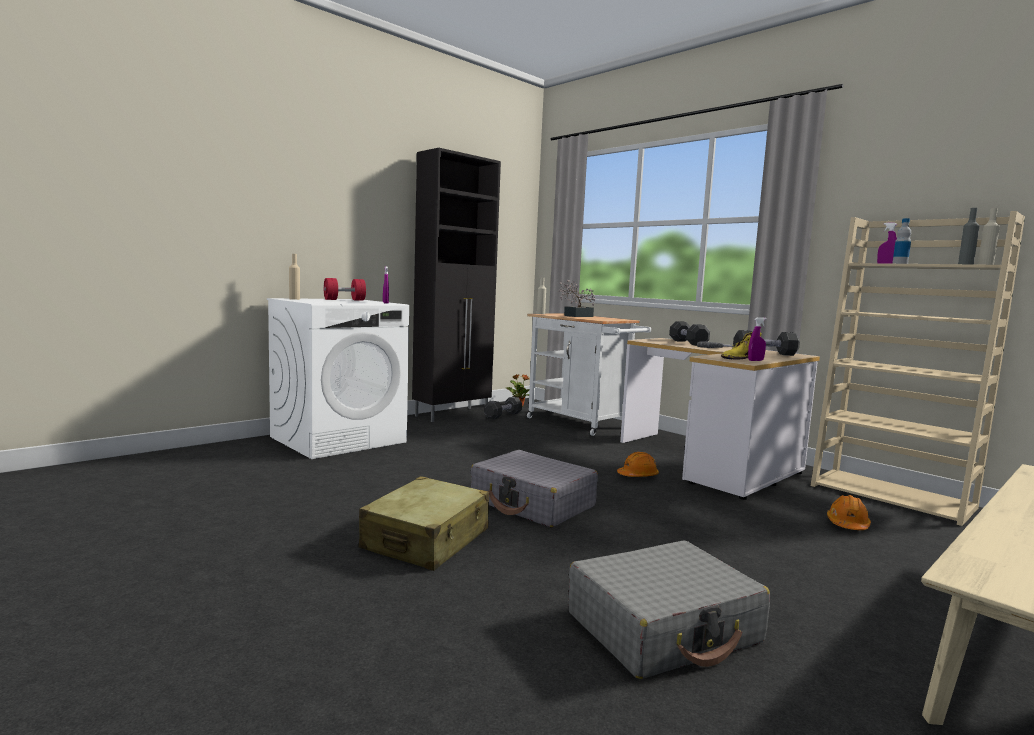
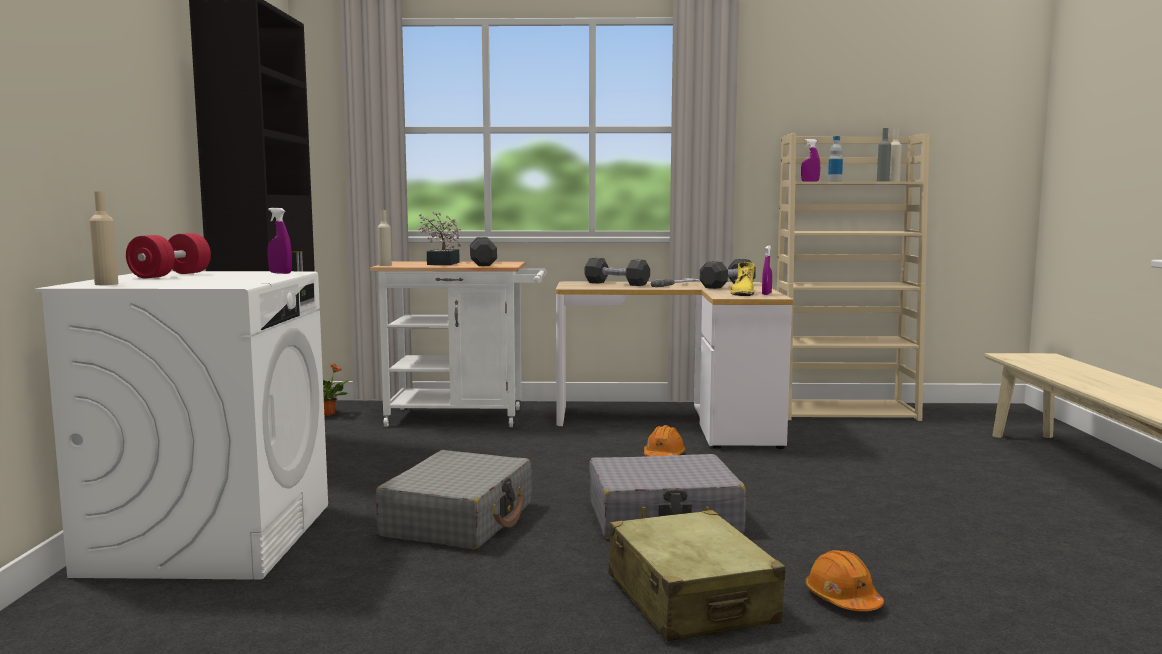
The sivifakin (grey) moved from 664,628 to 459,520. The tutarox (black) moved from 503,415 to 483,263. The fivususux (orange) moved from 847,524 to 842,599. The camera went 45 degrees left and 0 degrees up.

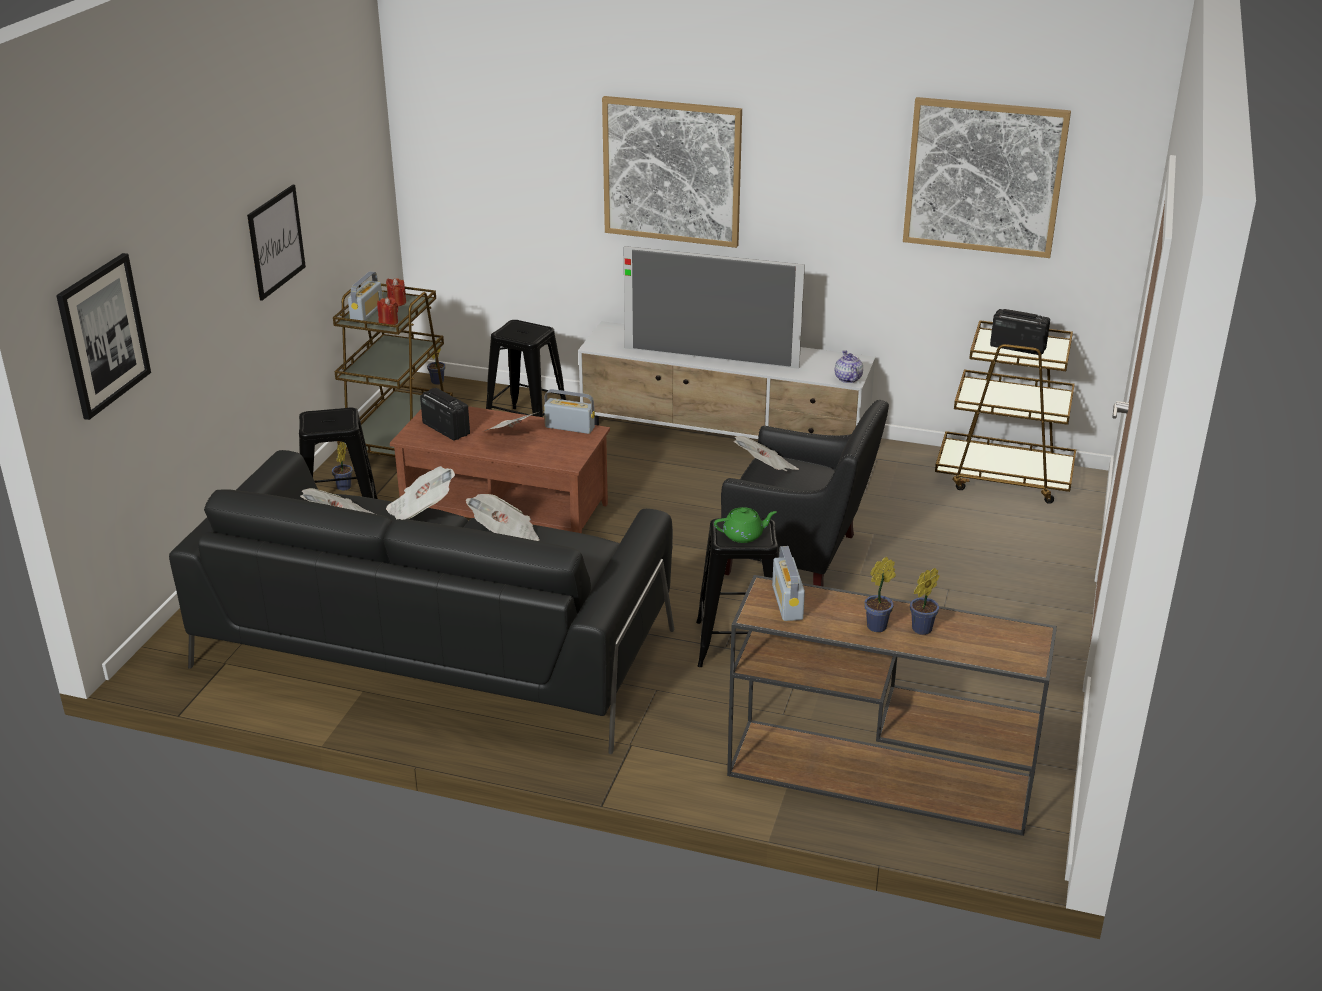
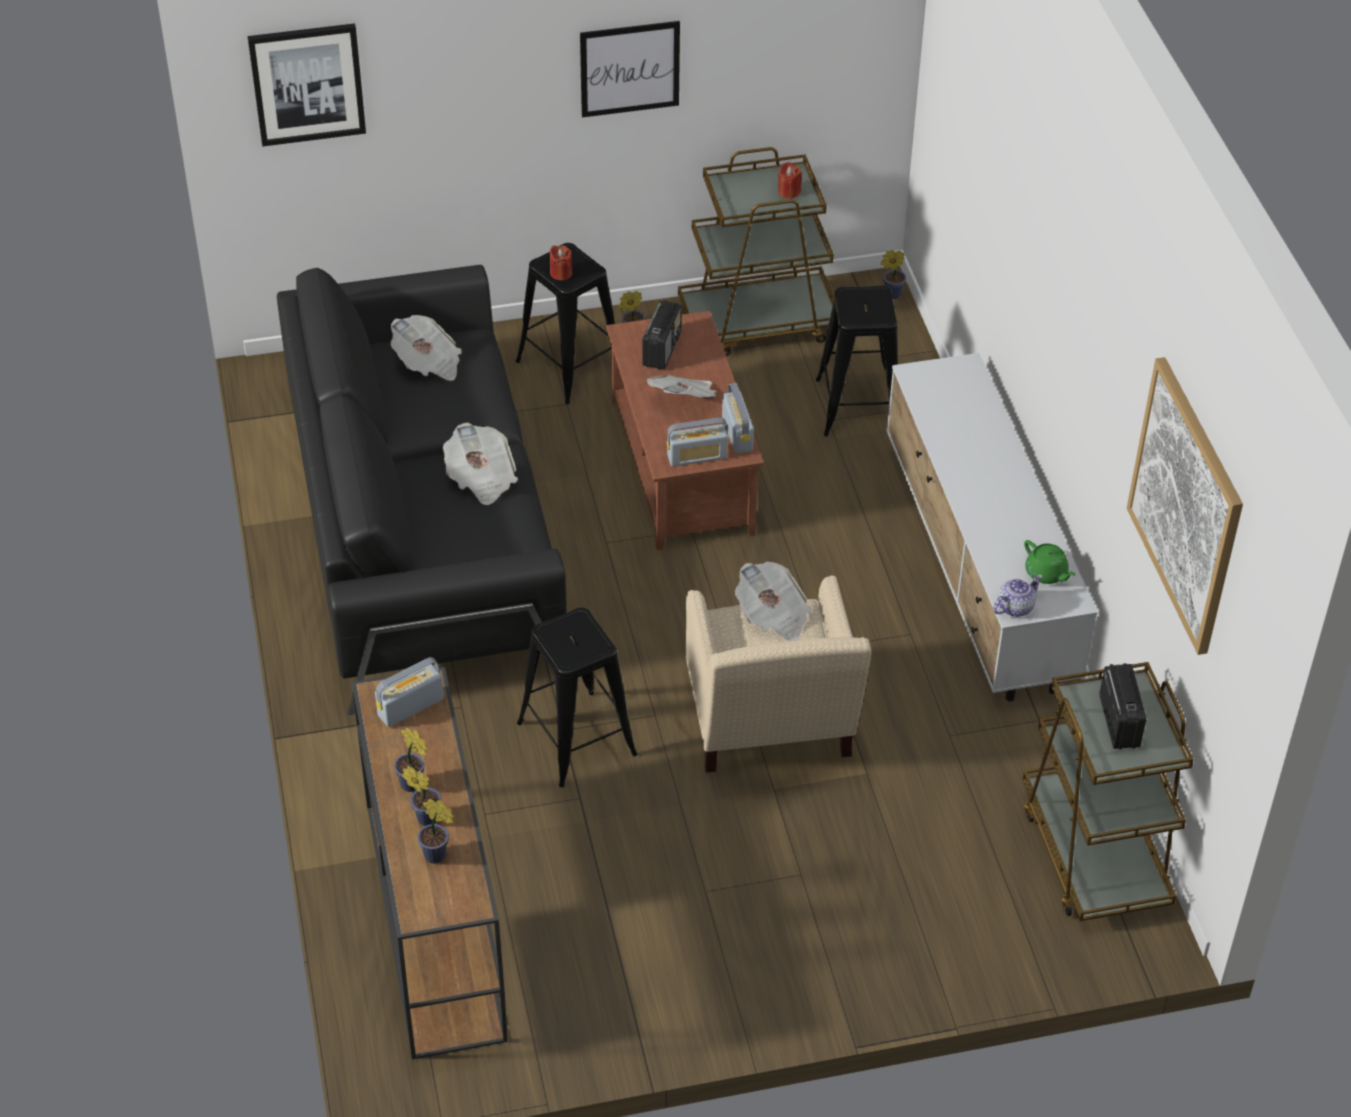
The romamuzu at 437,856 appeared. The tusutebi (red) moved from 388,322 to 561,273. The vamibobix moved from 367,312 to 697,457. The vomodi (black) at 799,558 became the vomodi (beige) at 768,727. The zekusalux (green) moved from 744,535 to 1046,573. The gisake at 421,510 disappeared. The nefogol at 672,171 disappeared. The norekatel at 710,358 disappeared. The camera went 60 degrees right and 15 degrees up.

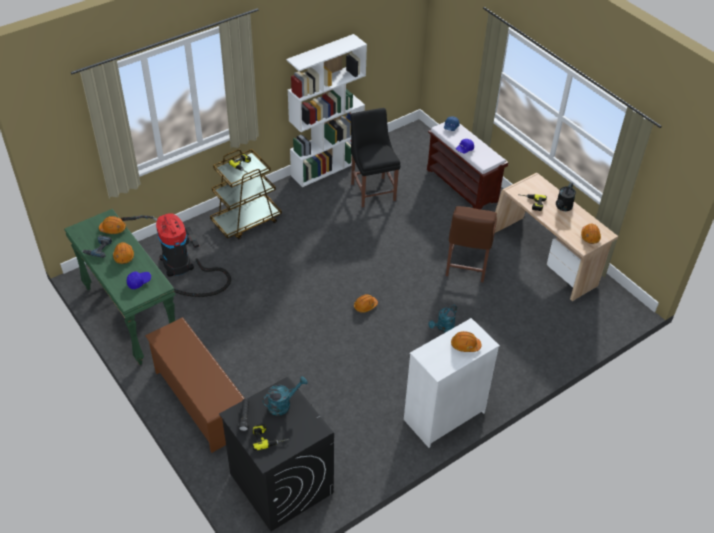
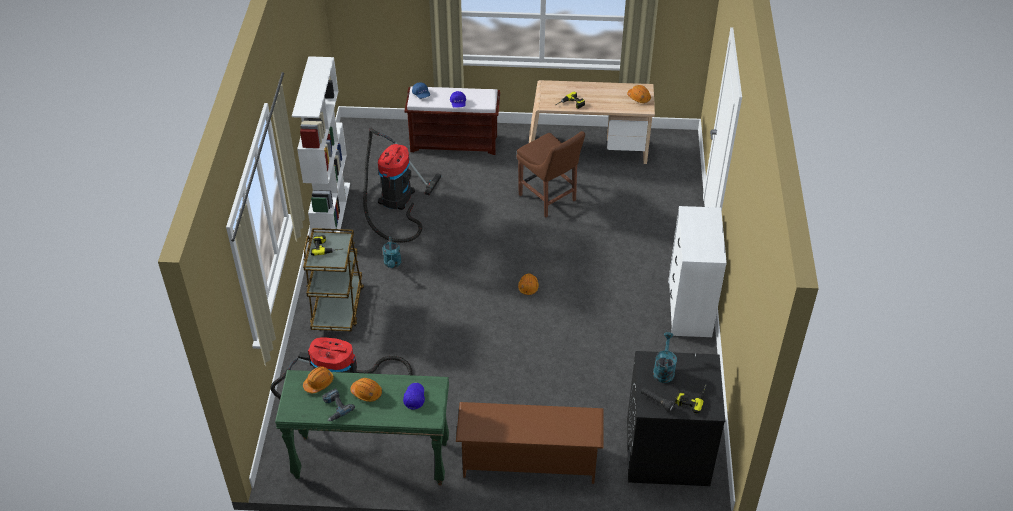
The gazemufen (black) at 372,190 was replaced by the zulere at 396,200. The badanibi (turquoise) moved from 443,328 to 392,264. The fivususux (orange) at 465,345 disappeared. The badanibi (black) at 563,207 disappeared. The camera went 50 degrees left and 0 degrees up.

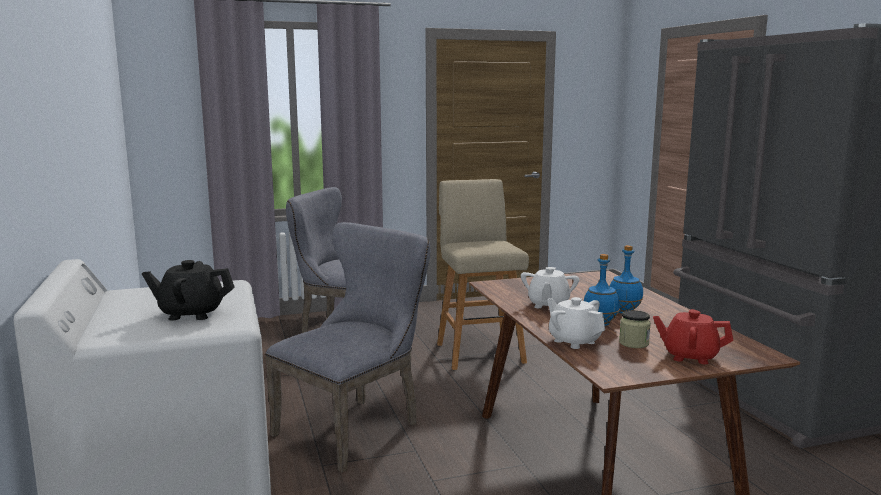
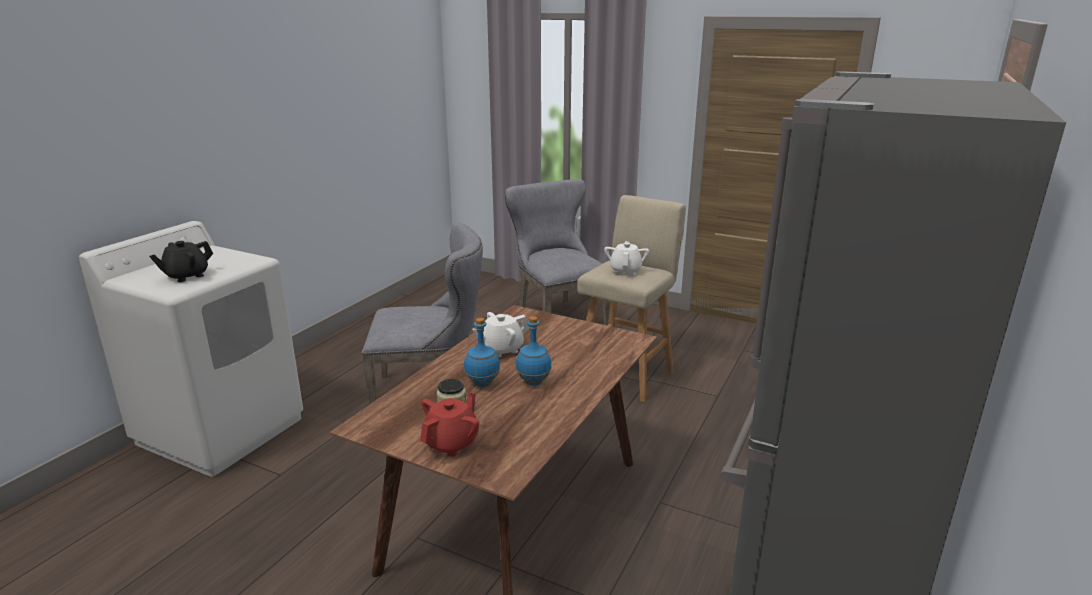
The zekusalux (black) at 191,314 turned 90 degrees counterclockwise. The zekusalux (red) at 690,356 turned 60 degrees clockwise. The zekusalux (white) moved from 574,341 to 625,271. The camera went 45 degrees right and 10 degrees up.

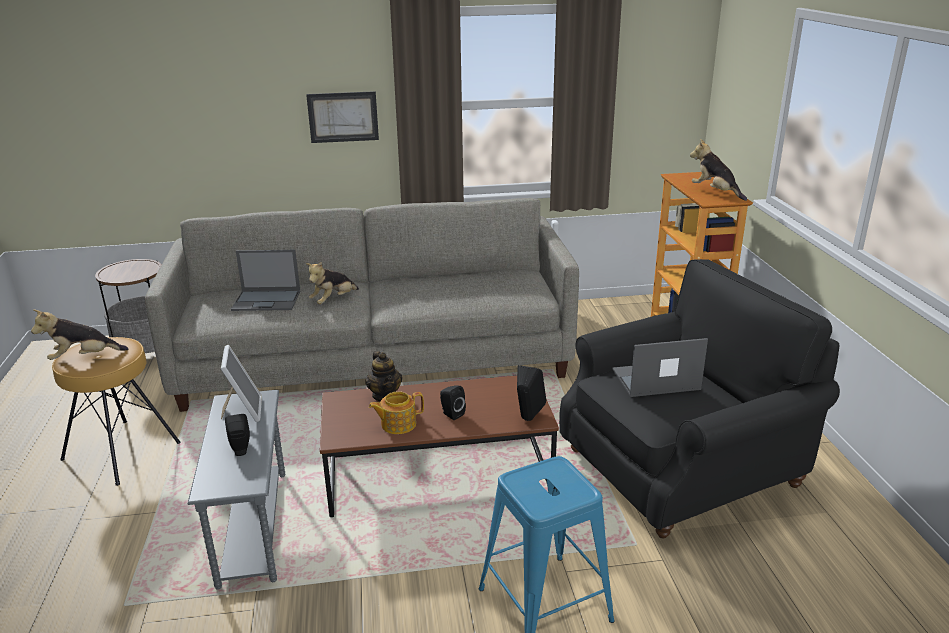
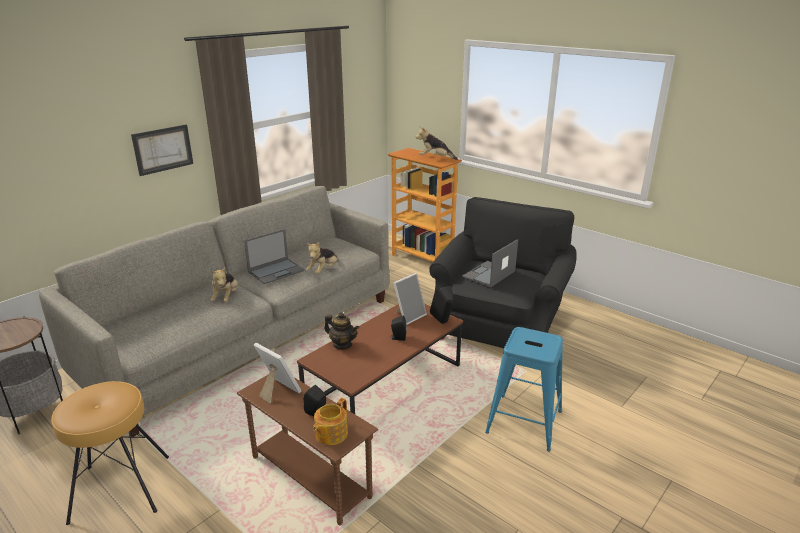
The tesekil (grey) at 252,528 became the tesekil (brown) at 309,478. The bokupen moved from 267,300 to 276,271. The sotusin moved from 83,358 to 323,270. The zekusalux moved from 397,424 to 330,434. The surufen at 408,316 appeared. The camera went 40 degrees left and 0 degrees up.

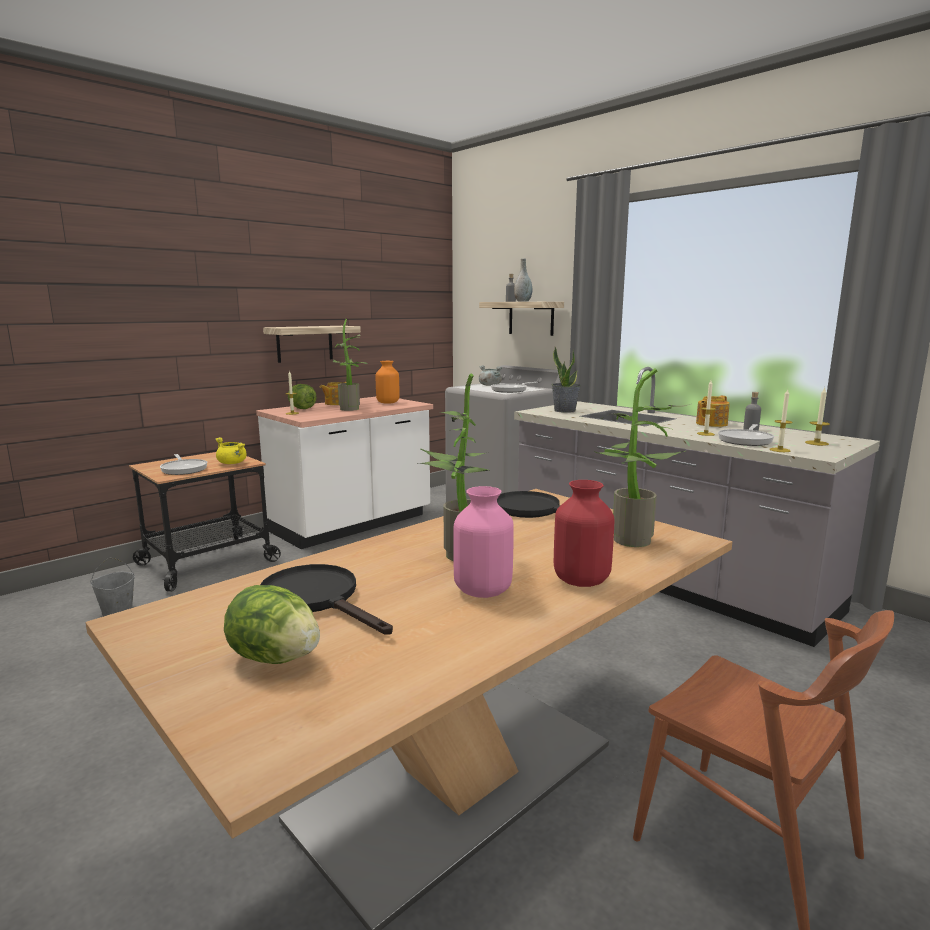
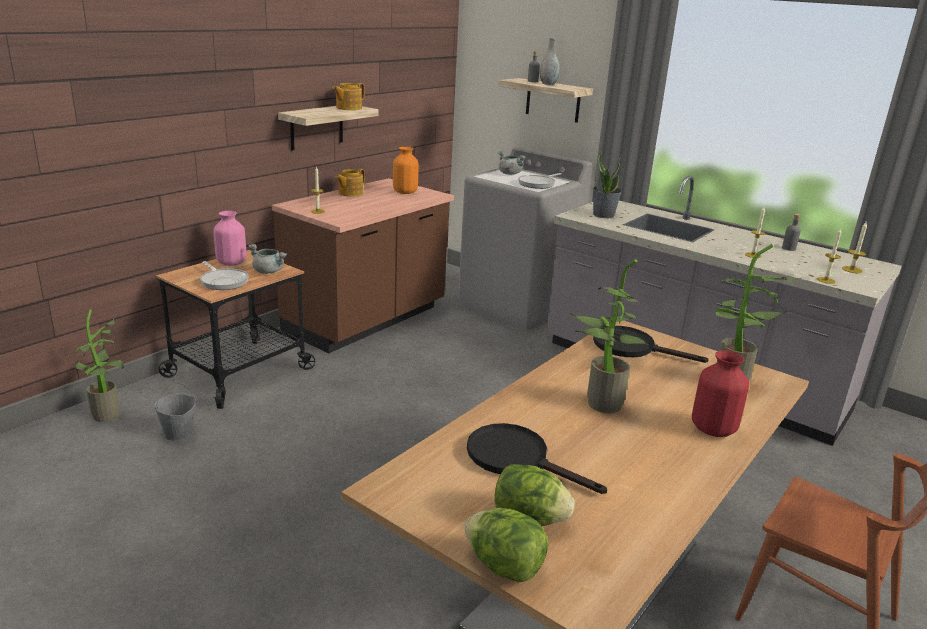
The romamuzu moved from 352,409 to 109,416. The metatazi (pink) moved from 483,591 to 231,263. The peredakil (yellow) at 233,463 became the peredakil (grey) at 269,272. The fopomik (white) at 352,524 became the fopomik (brown) at 367,320. The zekusalux moved from 710,424 to 348,108. The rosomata moved from 301,408 to 504,566. The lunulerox at 746,440 disappeared. The camera went 10 degrees left and 10 degrees up.

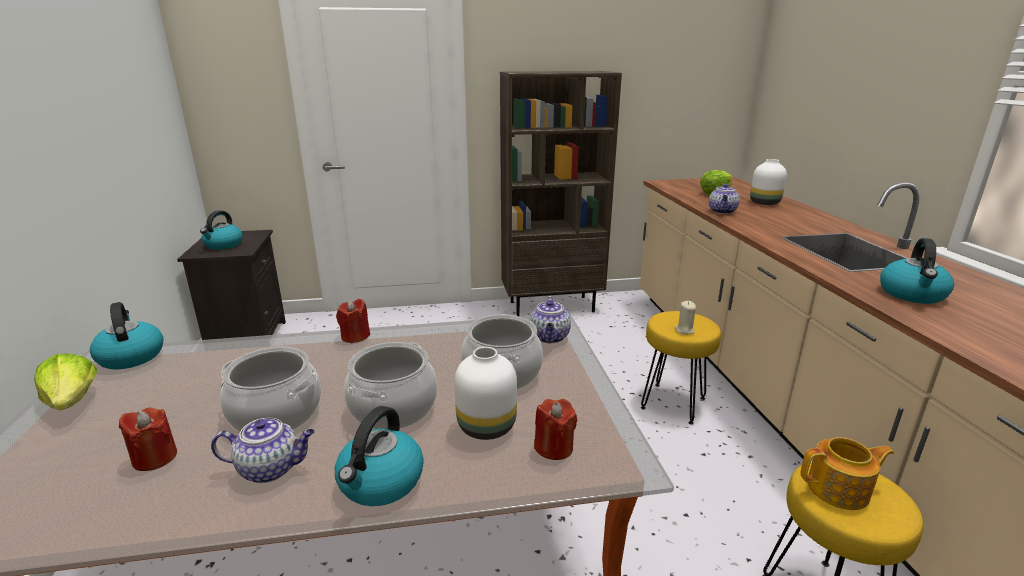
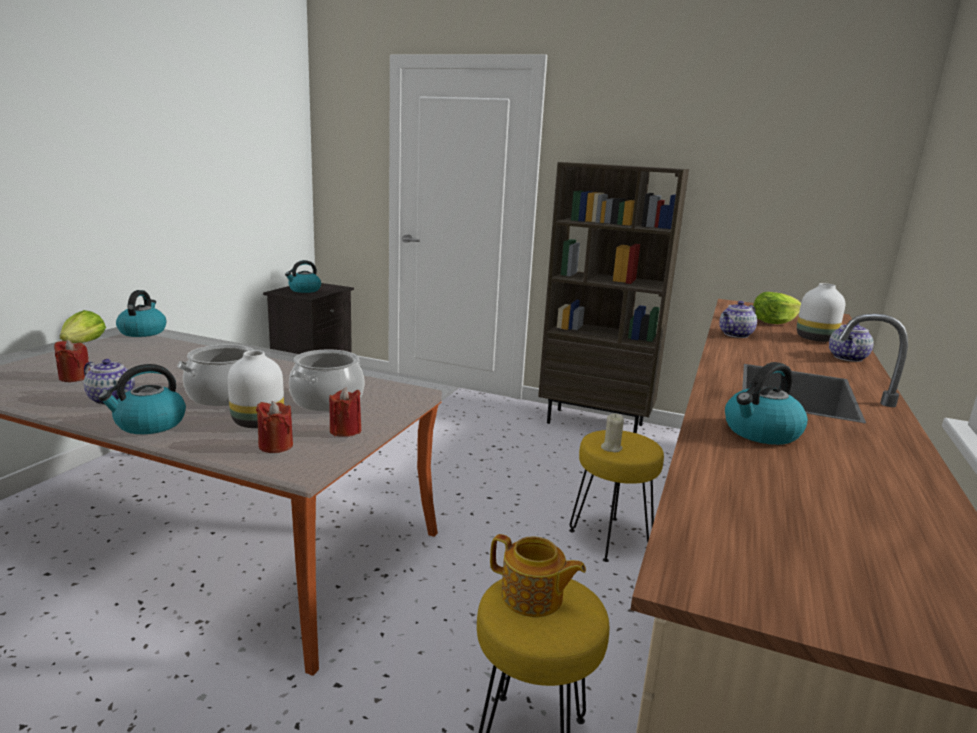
The tusutebi (red) moved from 355,336 to 345,431. The zekusalux moved from 550,337 to 847,358. The peredakil at 277,413 disappeared. The camera went 30 degrees right and 5 degrees down.

